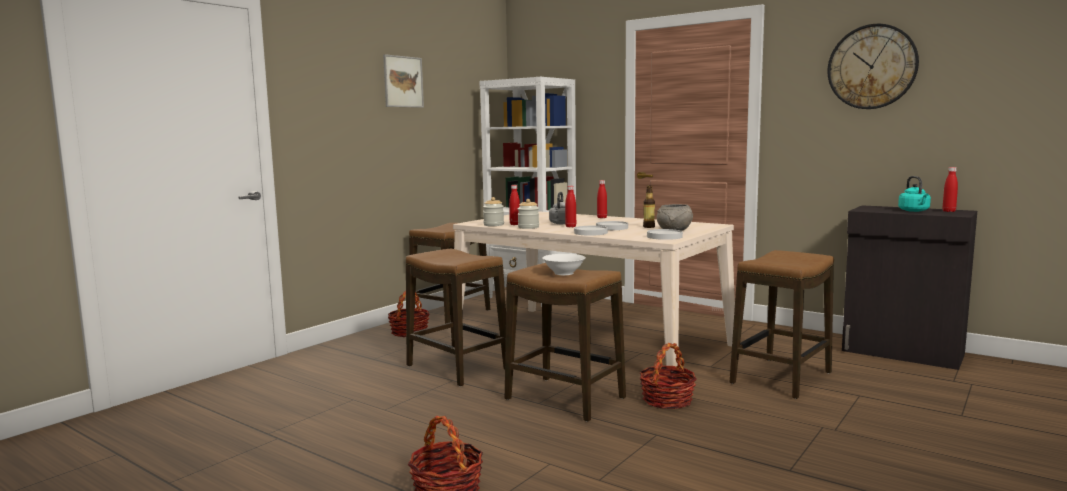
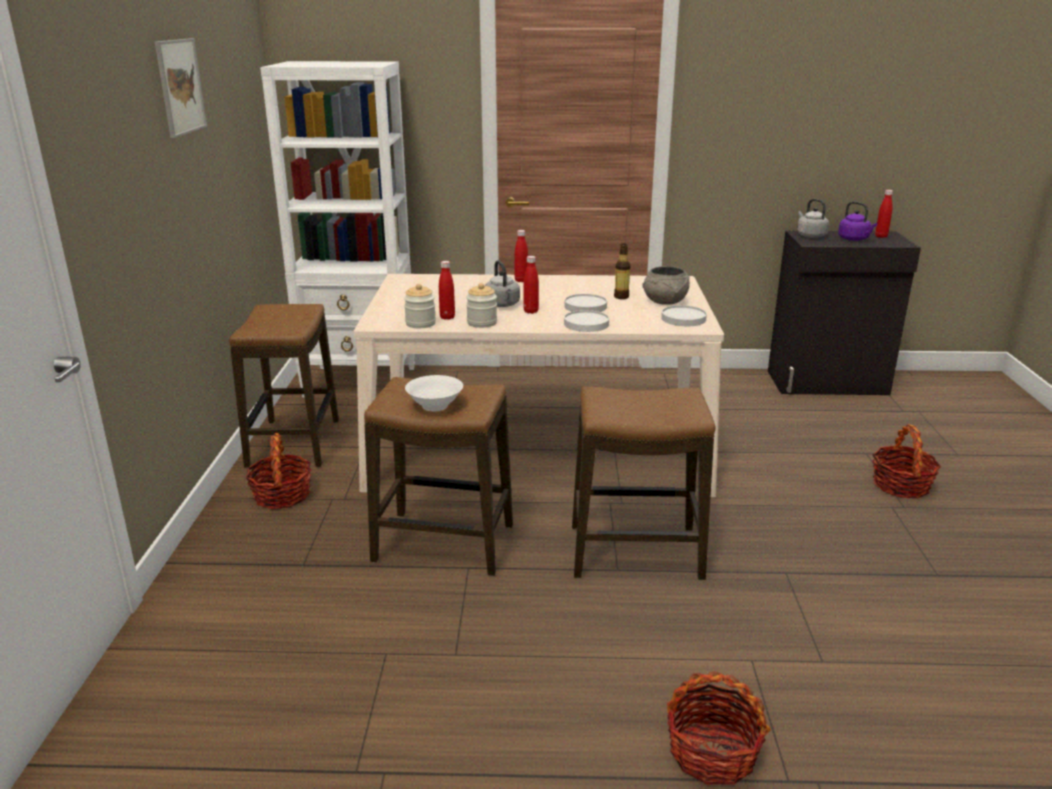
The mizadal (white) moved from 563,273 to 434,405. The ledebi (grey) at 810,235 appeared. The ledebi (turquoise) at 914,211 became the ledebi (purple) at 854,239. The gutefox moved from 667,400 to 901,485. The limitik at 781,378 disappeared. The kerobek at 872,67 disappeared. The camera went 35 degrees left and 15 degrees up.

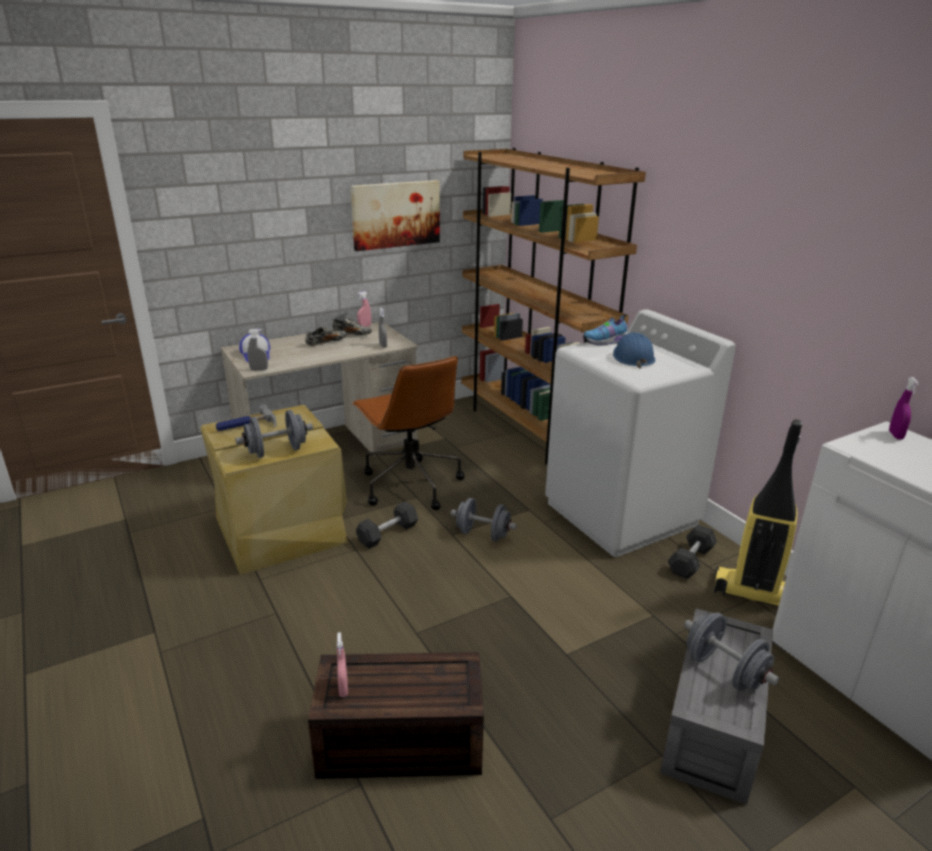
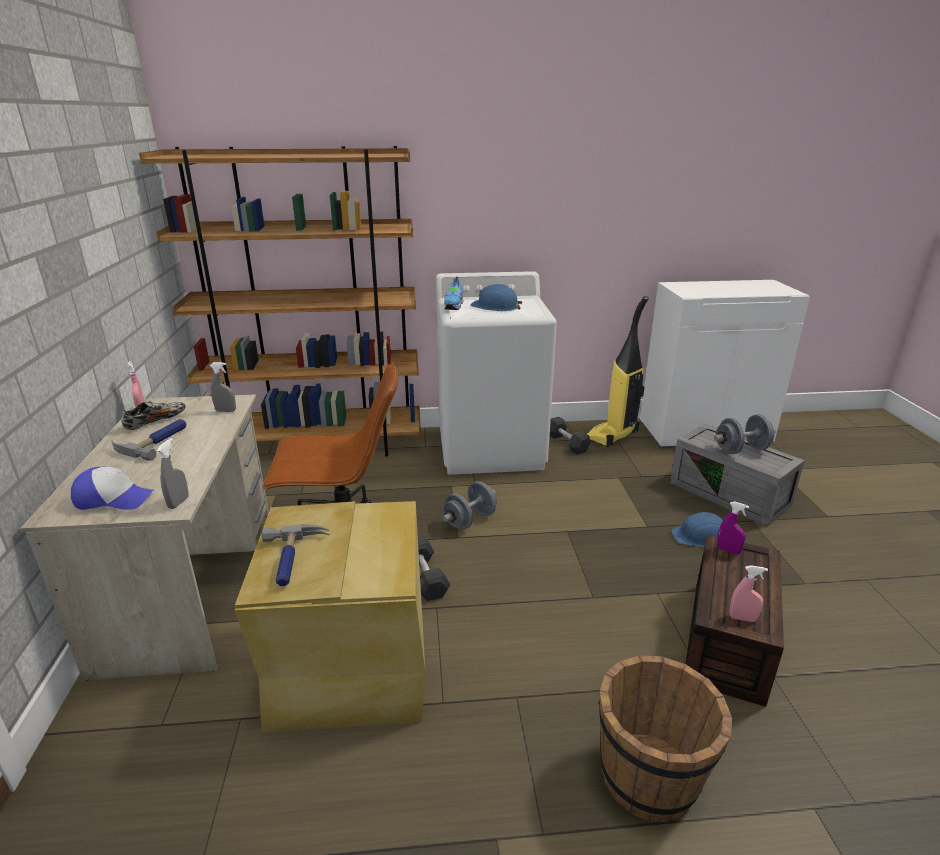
The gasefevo at 326,342 was replaced by the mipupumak at 155,441. The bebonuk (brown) at 650,776 appeared. The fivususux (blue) at 700,536 appeared. The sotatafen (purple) moved from 895,435 to 728,550. The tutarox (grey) at 277,451 disappeared. The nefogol at 395,214 disappeared. The camera went 65 degrees left and 0 degrees up.

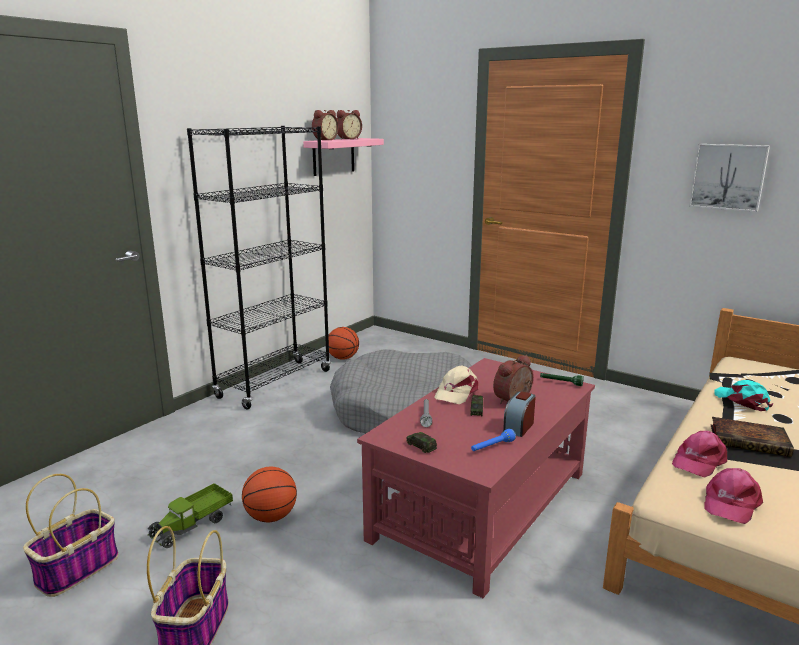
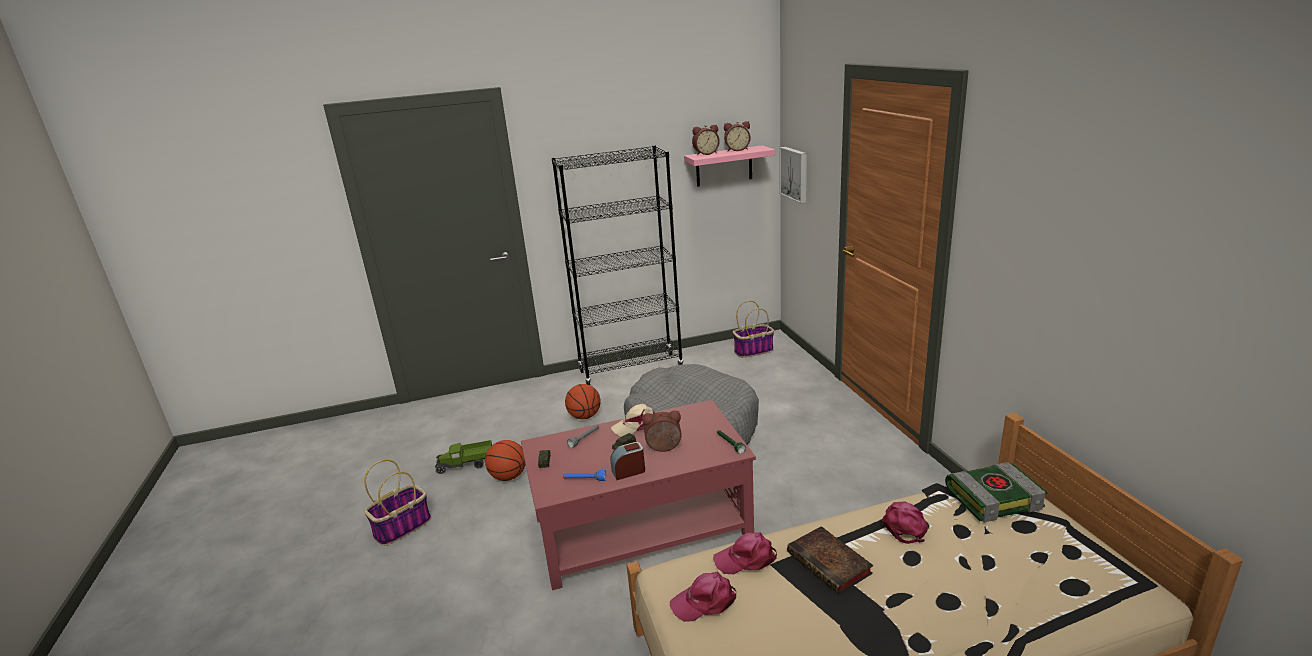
The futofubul moved from 343,358 to 584,416. The gutefox moved from 78,569 to 753,351. The nefogol moved from 728,176 to 795,174. The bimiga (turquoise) at 742,401 became the bimiga (pink) at 904,524. The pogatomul at 993,497 appeared. The camera went 40 degrees right and 5 degrees up.

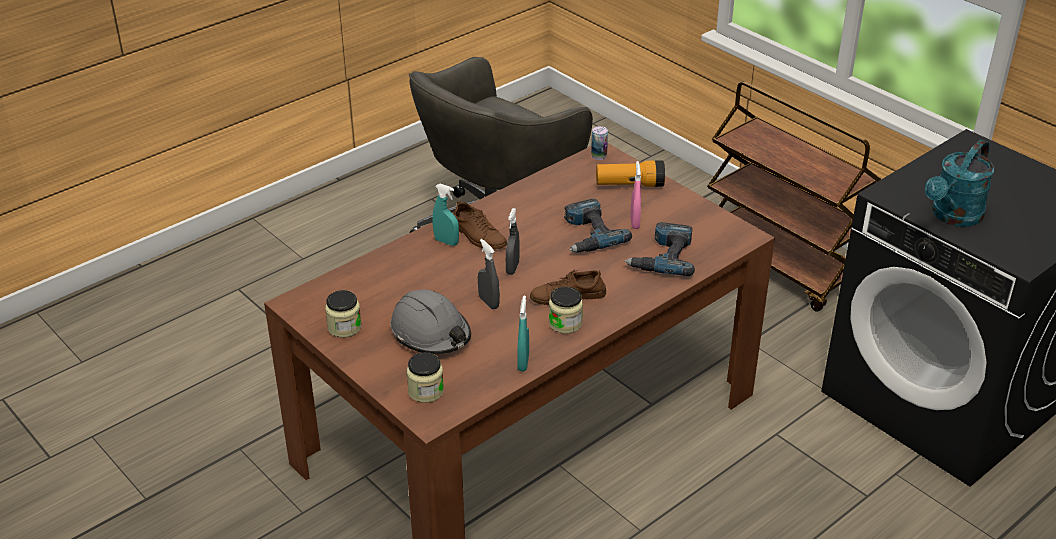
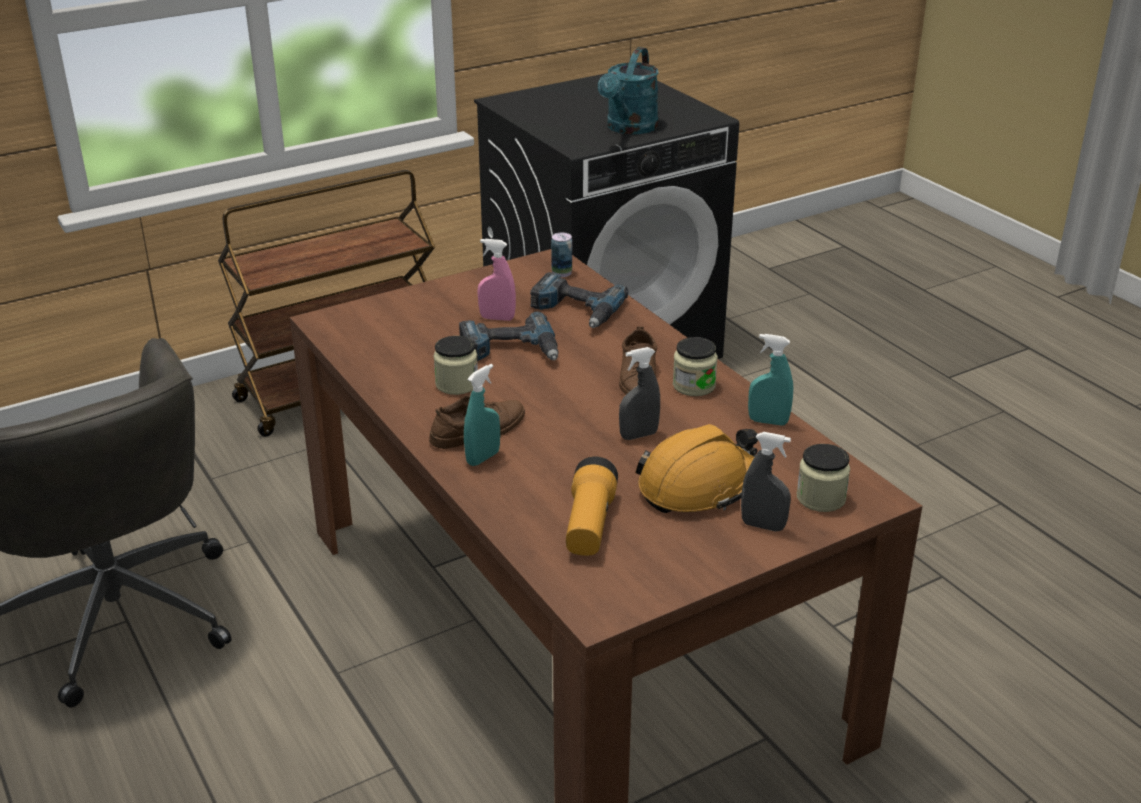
The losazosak moved from 344,327 to 457,384. The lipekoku moved from 599,156 to 561,273. The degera moved from 629,185 to 589,524. The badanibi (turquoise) at 952,217 turned 60 degrees clockwise. The fivususux (grey) at 431,333 became the fivususux (orange) at 698,486. The sotatafen (grey) moved from 512,268 to 763,526. The camera went 80 degrees left and 5 degrees down.

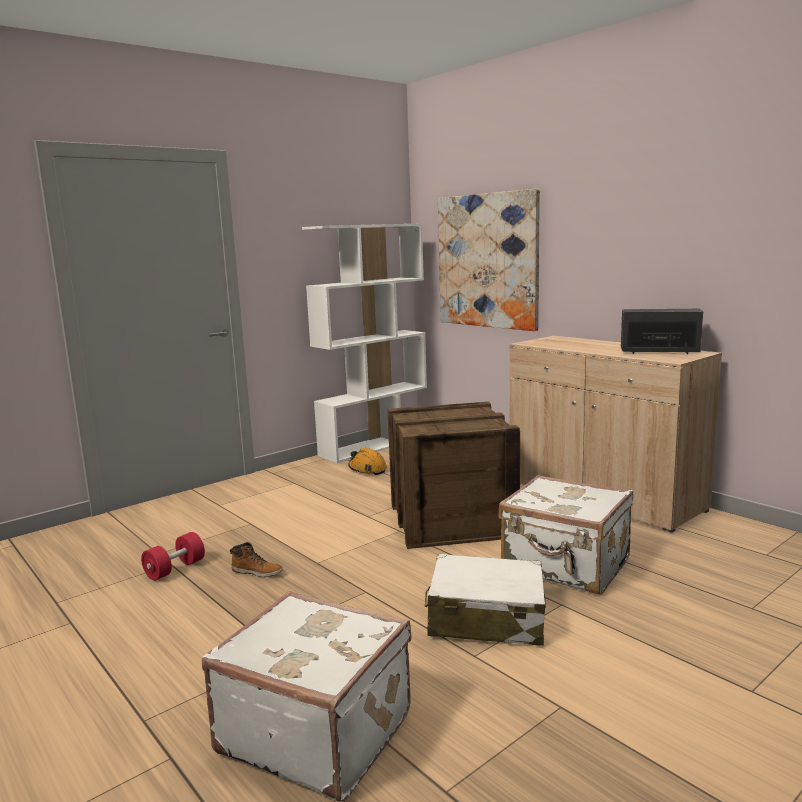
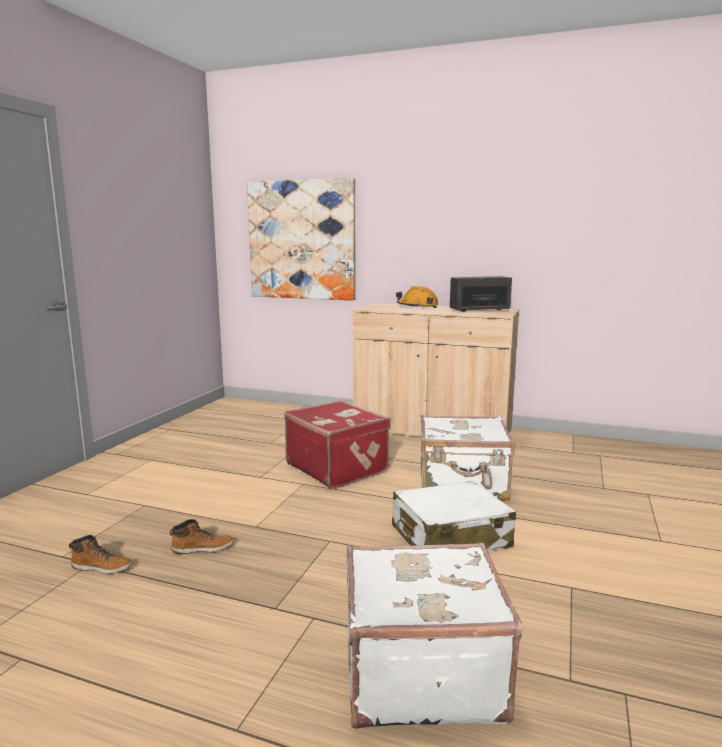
The tutarox (red) at 175,569 was replaced by the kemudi at 102,567. The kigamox at 450,520 was replaced by the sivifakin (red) at 338,467. The fivususux (orange) moved from 367,469 to 417,306. The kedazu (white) at 374,445 disappeared. The camera went 30 degrees left and 0 degrees up.

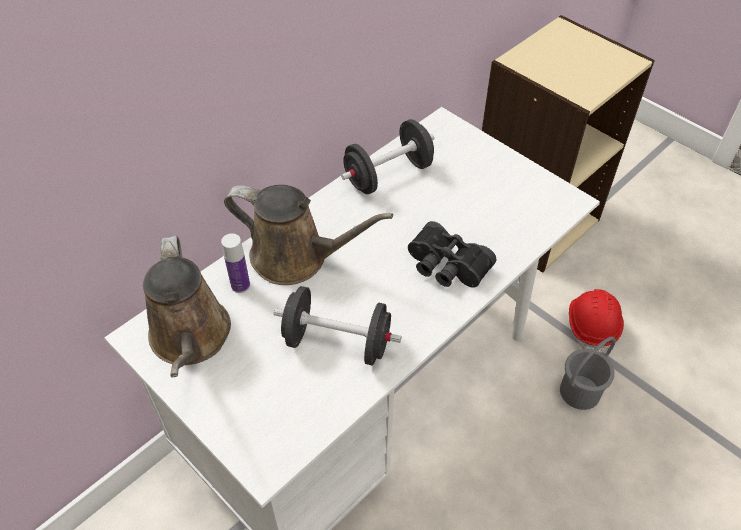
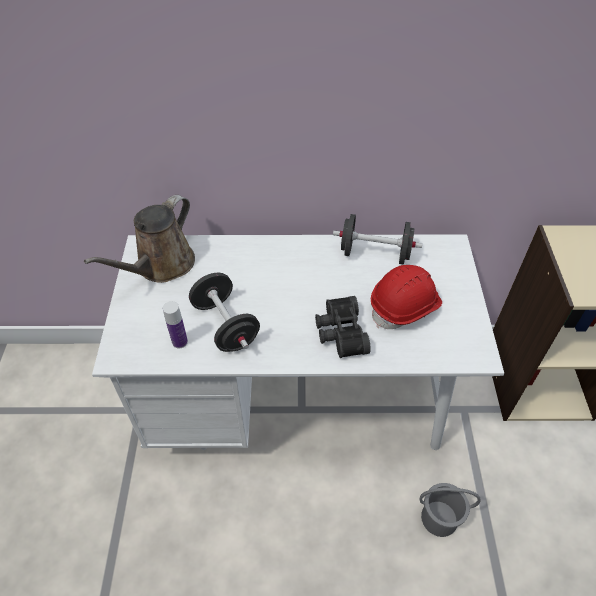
The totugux moved from 240,285 to 180,342. The fivususux (red) moved from 592,326 to 405,307. The badanibi (brown) at 296,257 disappeared. The camera went 45 degrees right and 0 degrees up.

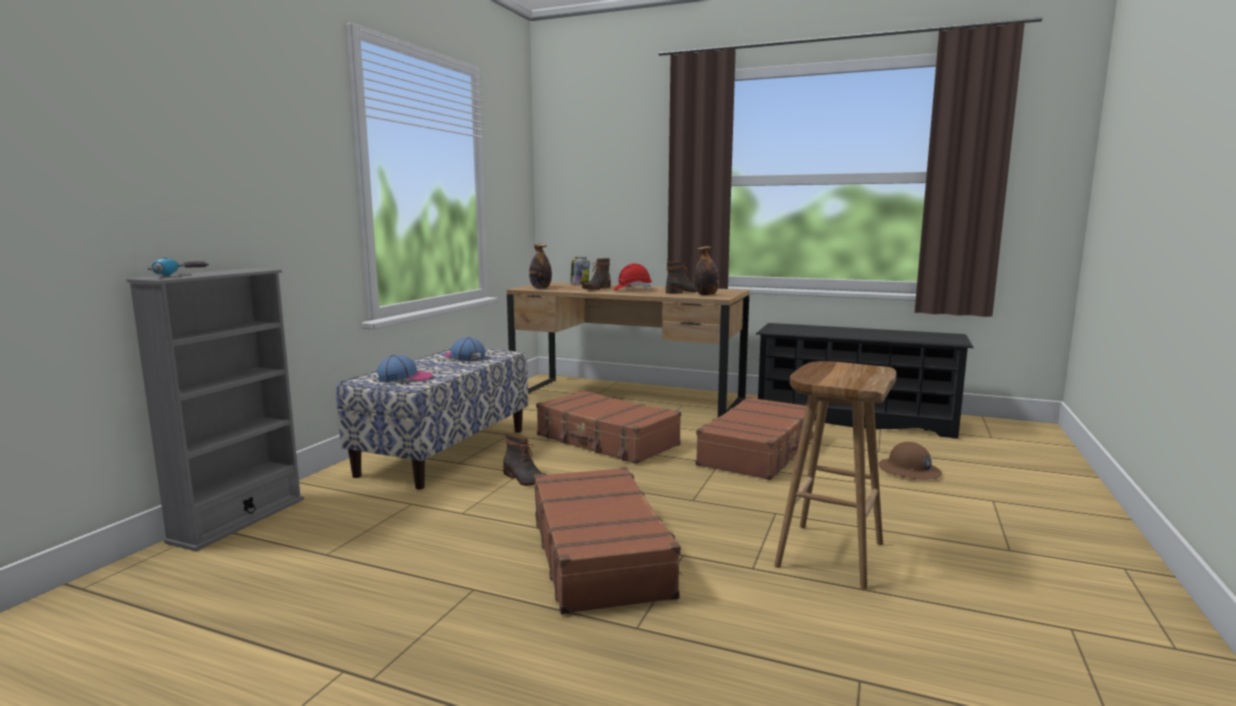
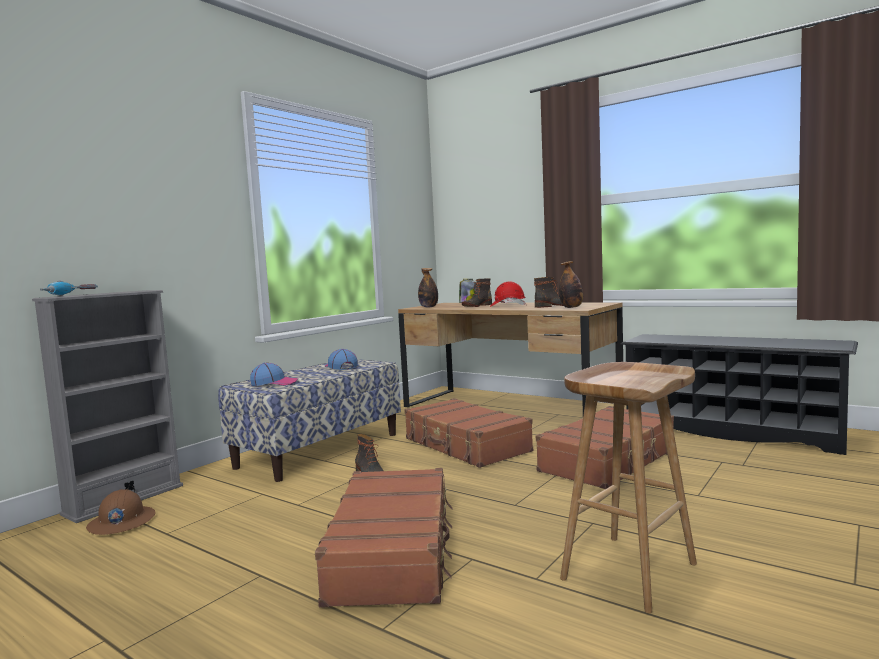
The fivususux (brown) moved from 909,471 to 121,522. The camera went 15 degrees right and 5 degrees down.

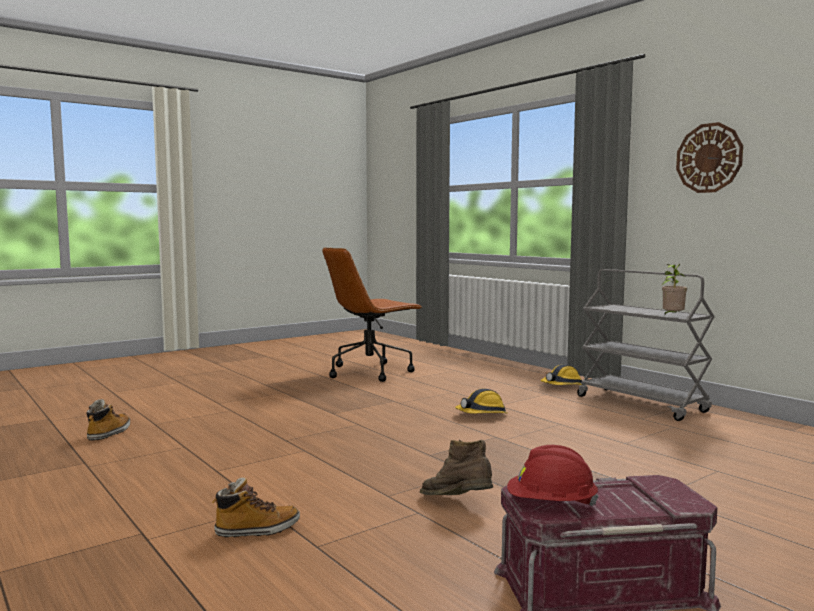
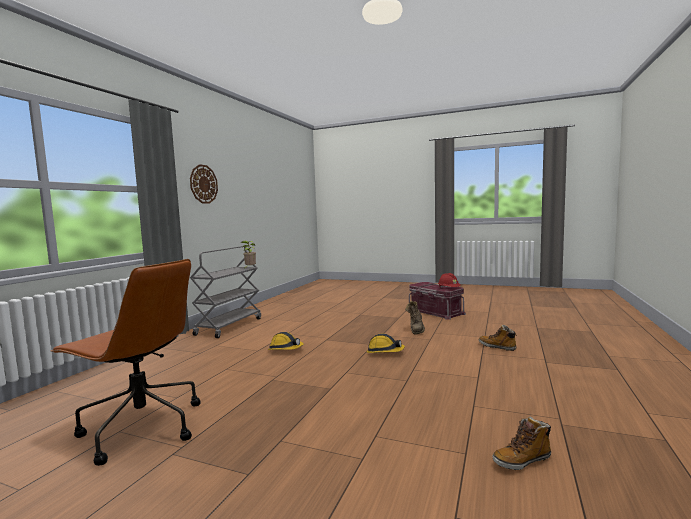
The fivususux moved from 562,387 to 385,352. The camera went 120 degrees left and 0 degrees up.

